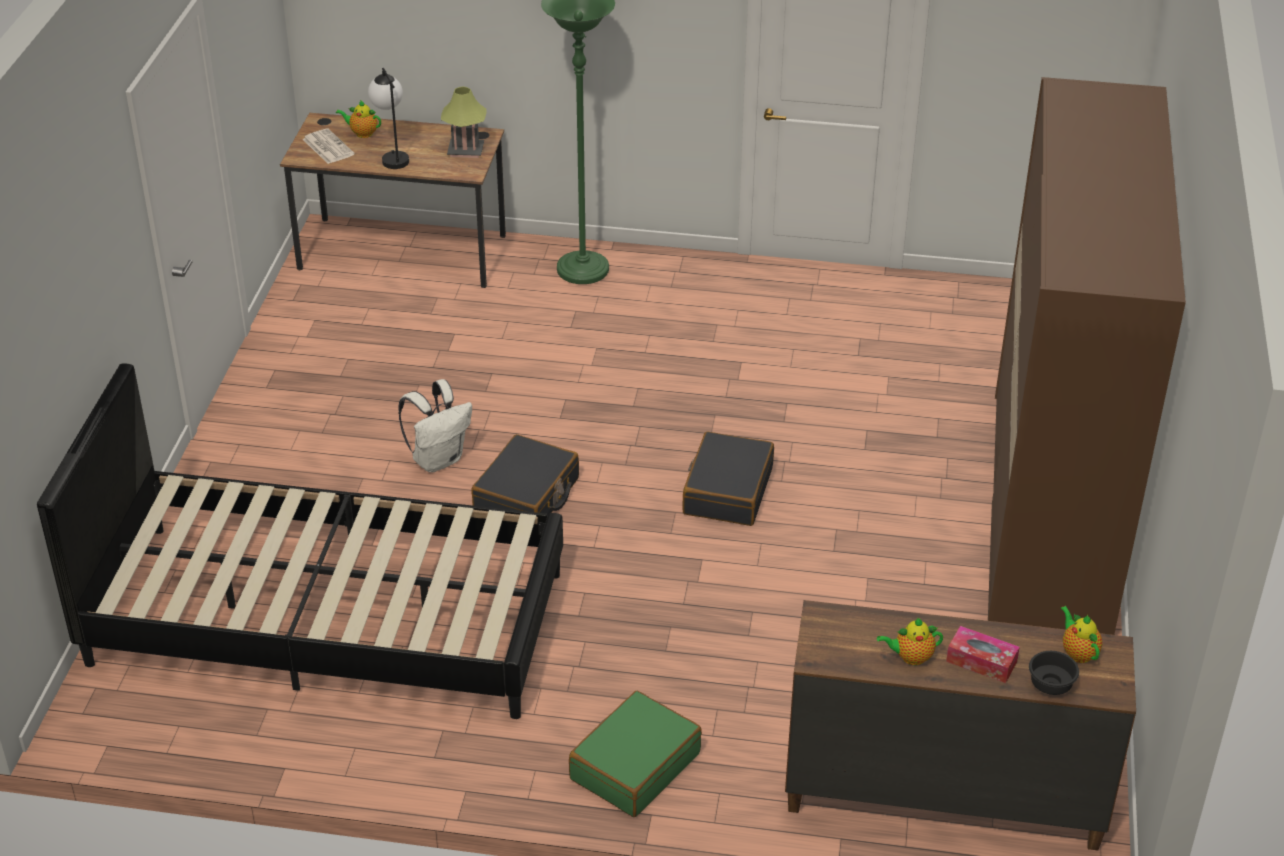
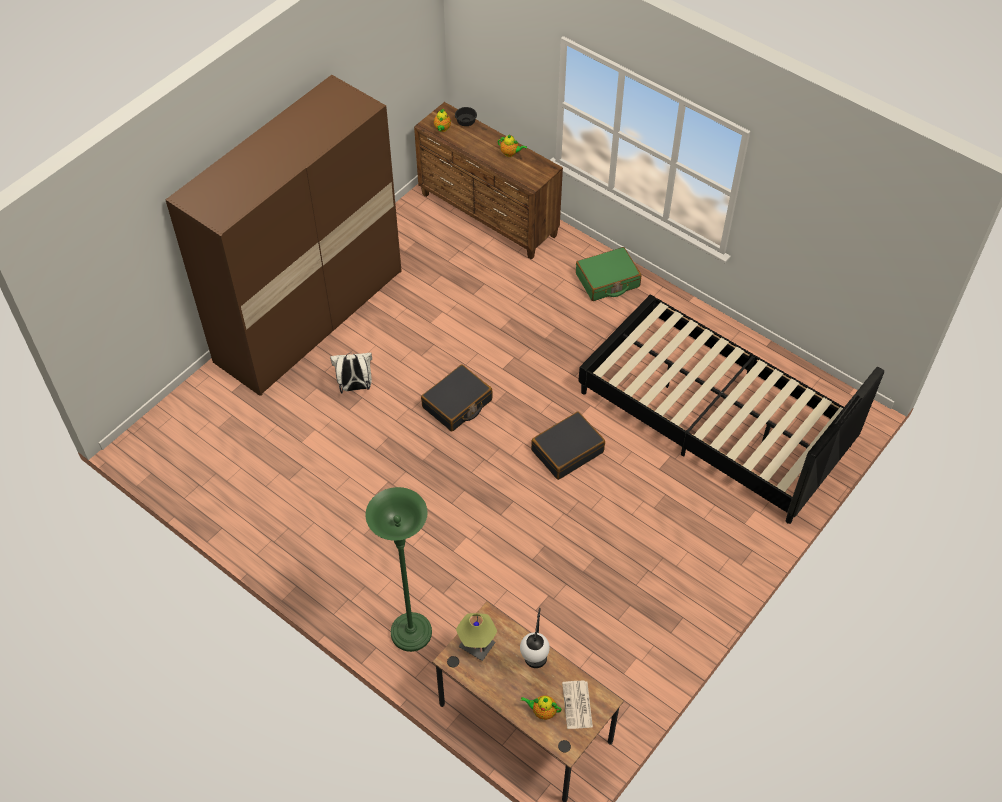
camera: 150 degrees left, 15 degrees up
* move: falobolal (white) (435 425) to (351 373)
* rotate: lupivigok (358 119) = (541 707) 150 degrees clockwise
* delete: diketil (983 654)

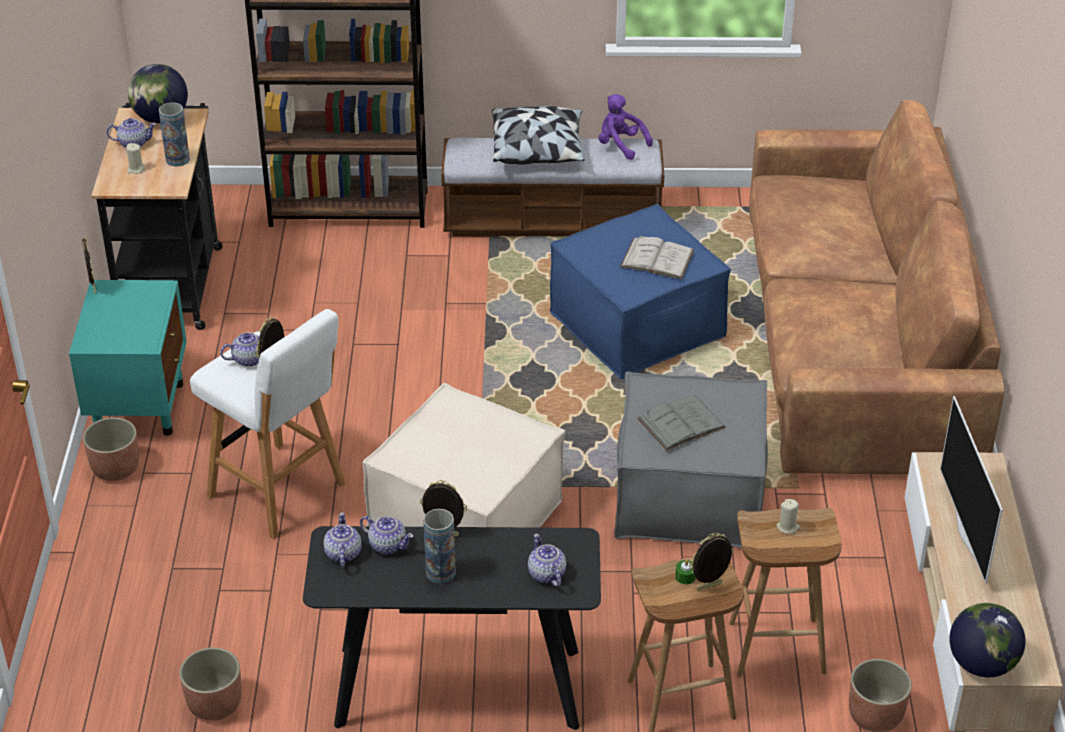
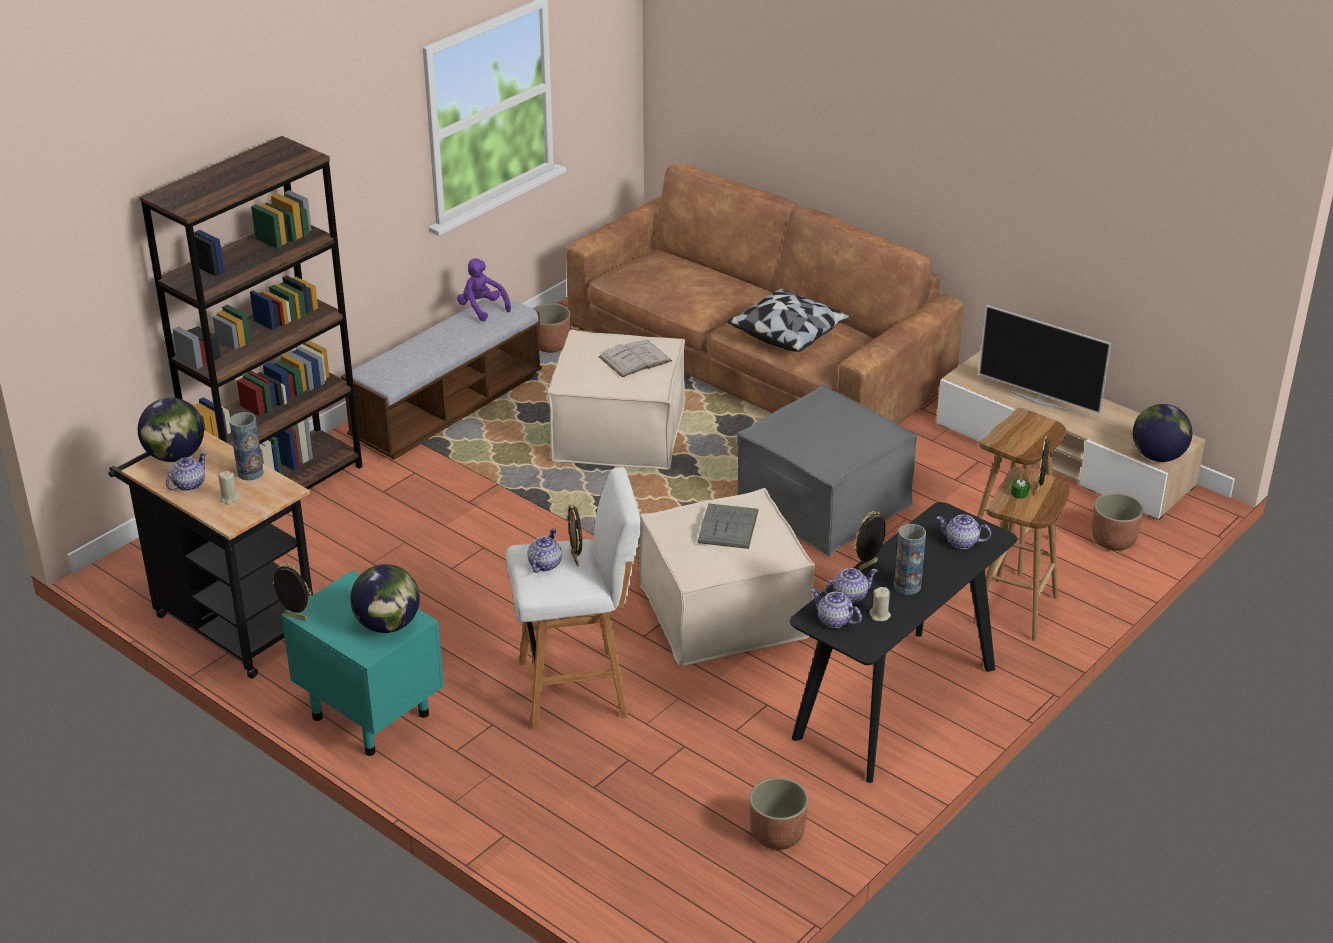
camera: 50 degrees left, 5 degrees down
* insert: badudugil (385 598)
* rotate: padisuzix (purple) (625 127) = (484 290) 60 degrees clockwise
* move: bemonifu (111 449) to (552 328)
* recolor: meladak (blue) (640 292) to meladak (beige) (616 400)
* move: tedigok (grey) (681 423) to (728 526)
* move: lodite (538 135) to (788 320)
* move: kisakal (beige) (788 516) to (880 604)

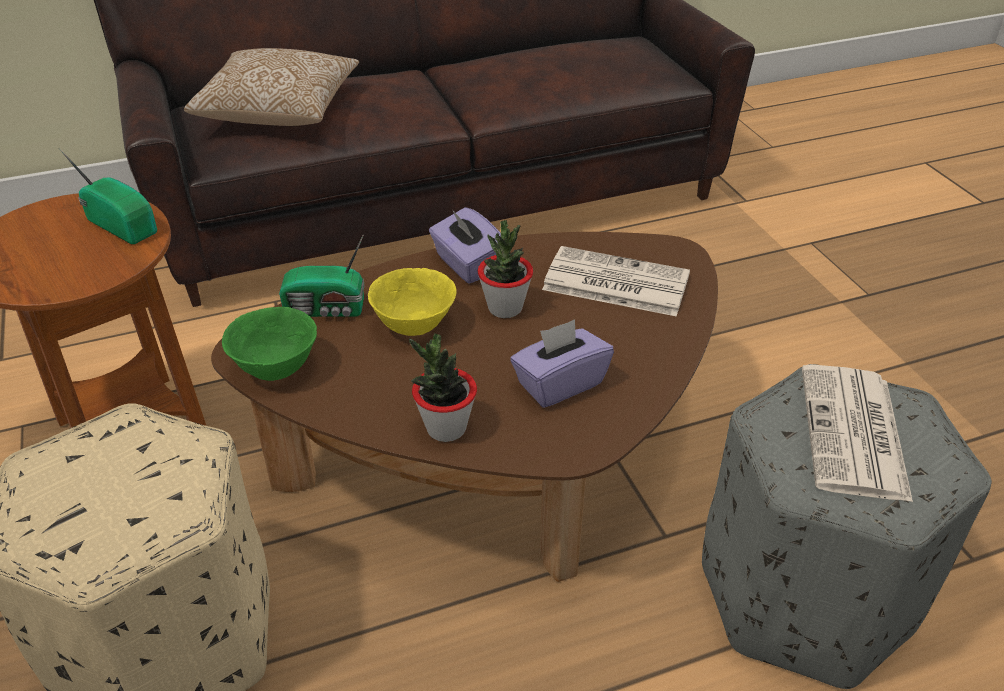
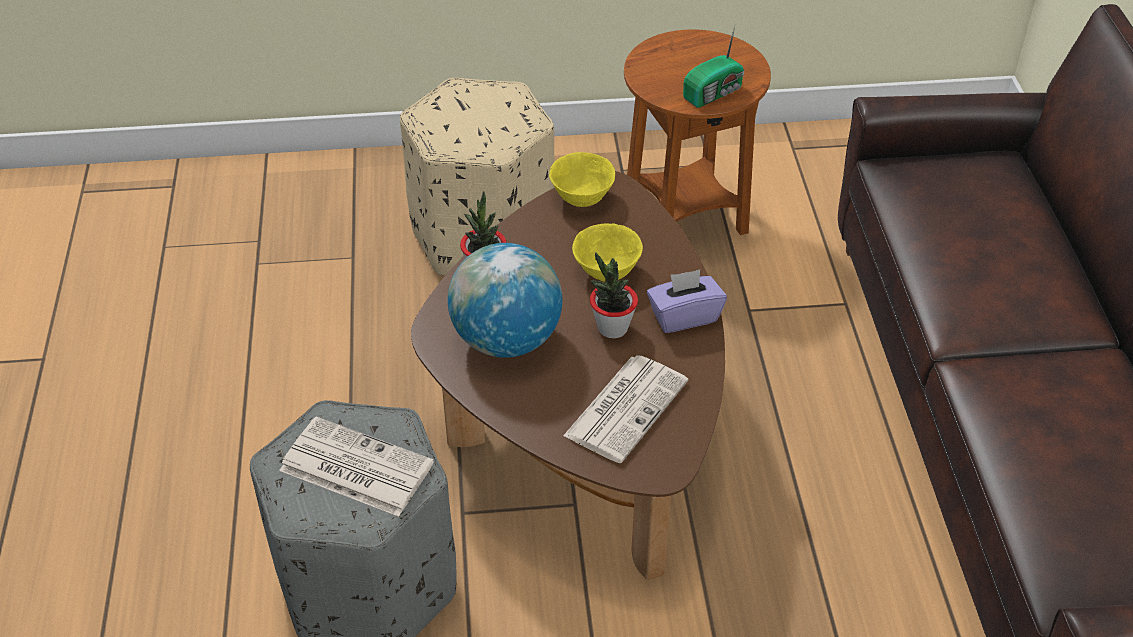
camera: 105 degrees right, 5 degrees up
* replace: diketil (purple) (562 363) to badudugil (505 300)
* recolor: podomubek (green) (269 344) to podomubek (yellow) (582 179)
* delete: lodite (271 87)
* delete: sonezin (322 275)

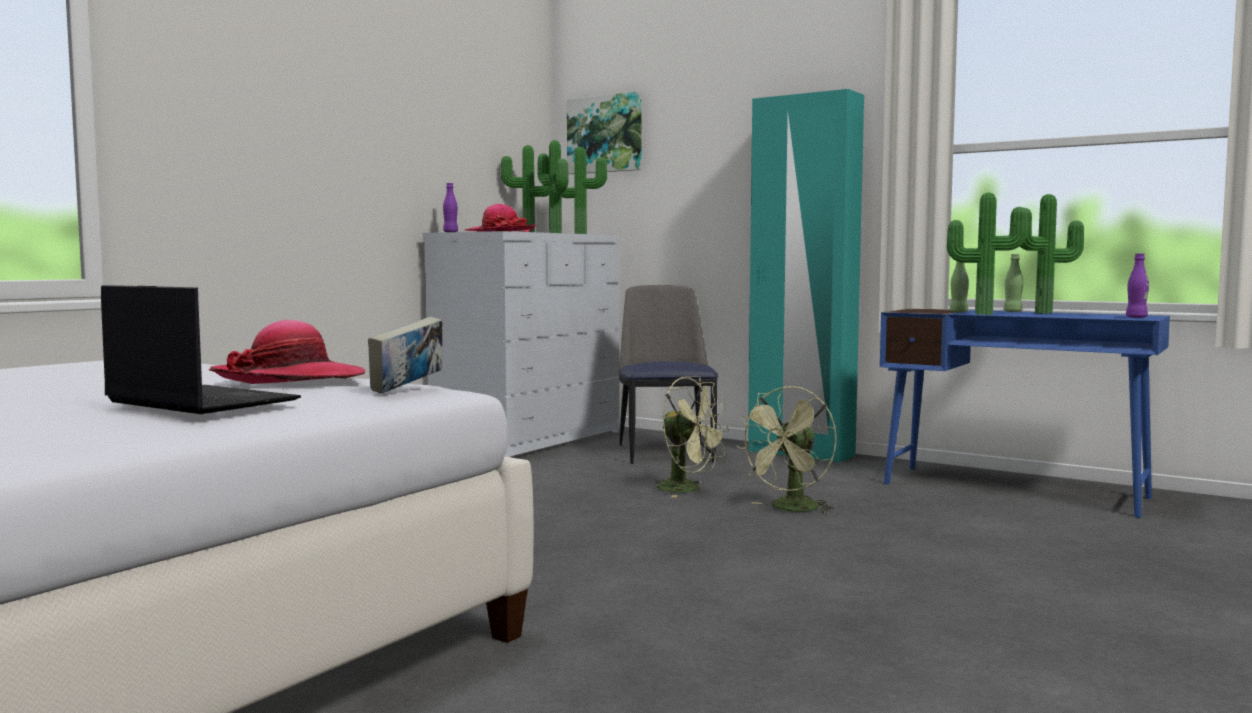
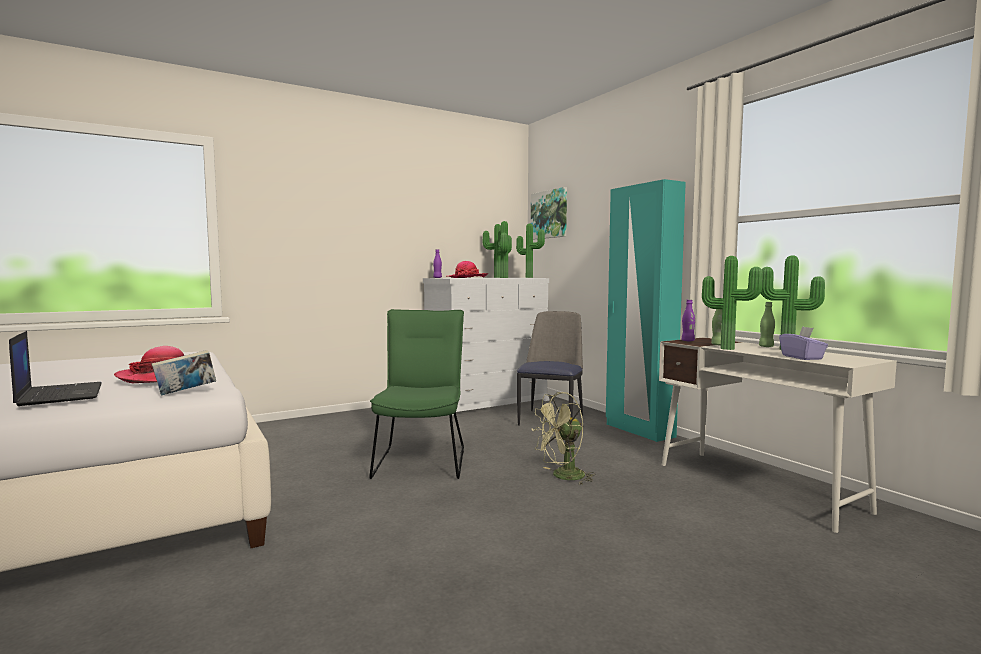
camera: 25 degrees right, 0 degrees up
* insert: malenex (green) (416 394)
* recolor: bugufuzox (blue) (1025 413) to bugufuzox (white) (778 435)
* move: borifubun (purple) (1137 286) to (688 320)
* insert: diketil (purple) (803 343)
* delete: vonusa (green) (692 437)

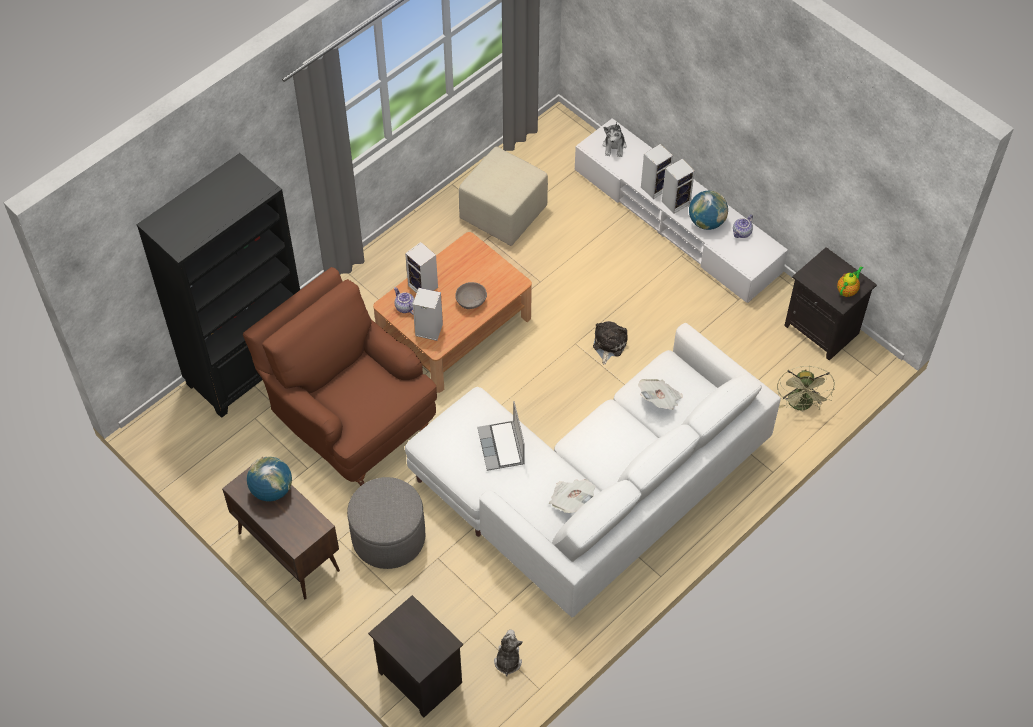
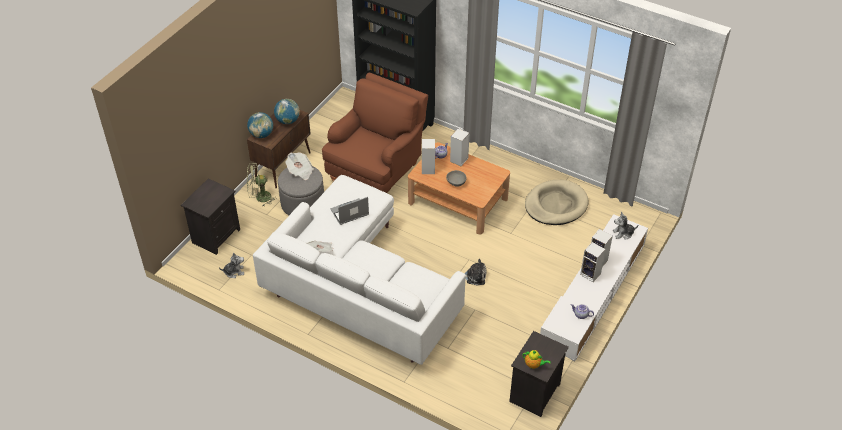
camera: 75 degrees right, 10 degrees down
* move: badudugil (708 210) to (260 125)
* move: vonusa (green) (806 389) to (261 185)
* move: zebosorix (660 394) to (299 166)
* replace: meladak (beige) (503 196) to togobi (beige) (557 202)

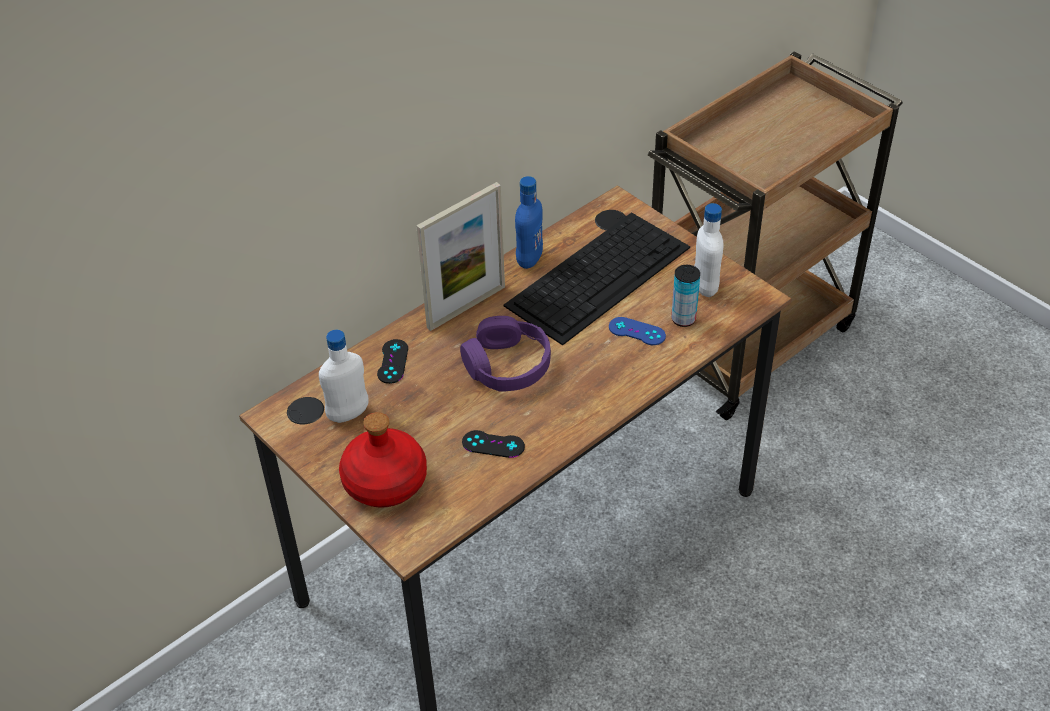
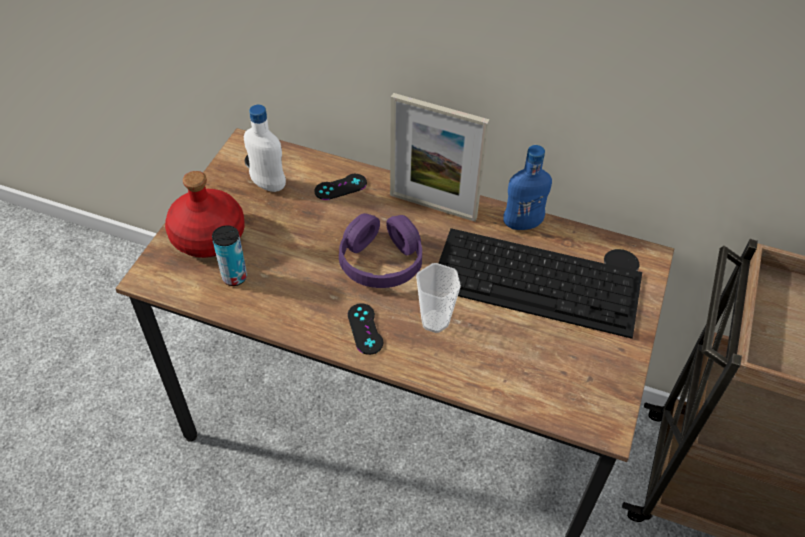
camera: 60 degrees right, 5 degrees up
* move: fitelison (685 296) to (229 255)
* move: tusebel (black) (493 444) to (365 329)
* insert: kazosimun (438 298)
* delete: tusebel (blue) (637 331)
* delete: borifubun (white) (709 250)

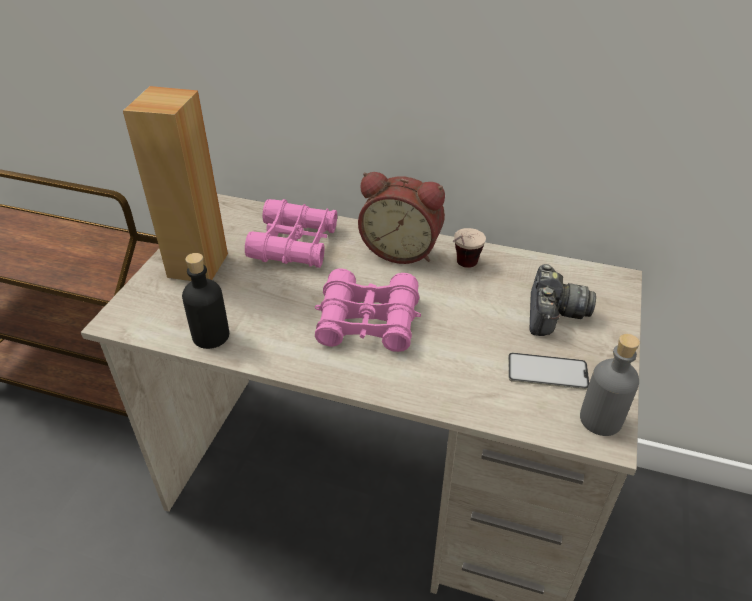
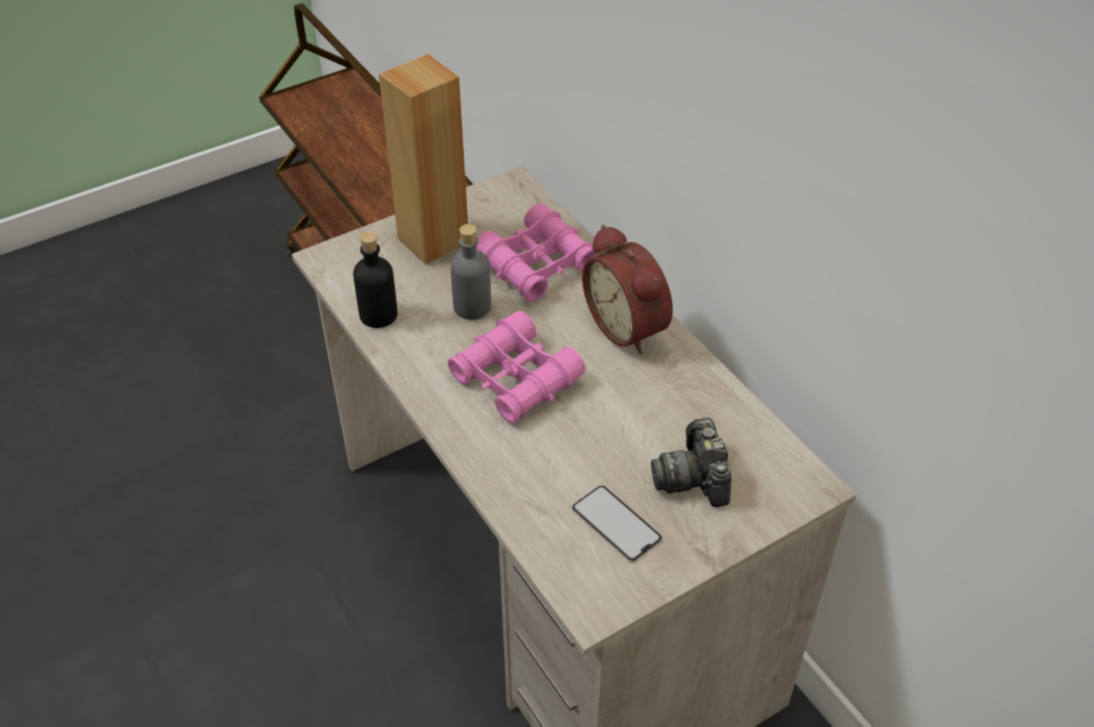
camera: 40 degrees right, 5 degrees up
* move: borifubun (grey) (610 385) to (470 272)
* rotate: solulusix (562 300) = (691 462) 120 degrees clockwise
* delete: kazosimun (469 248)

